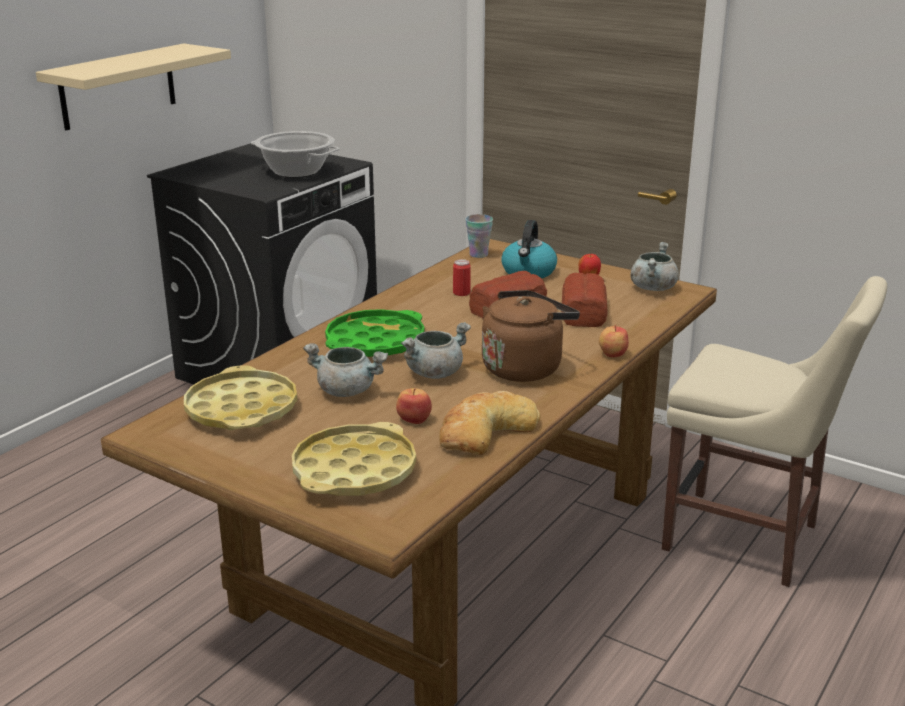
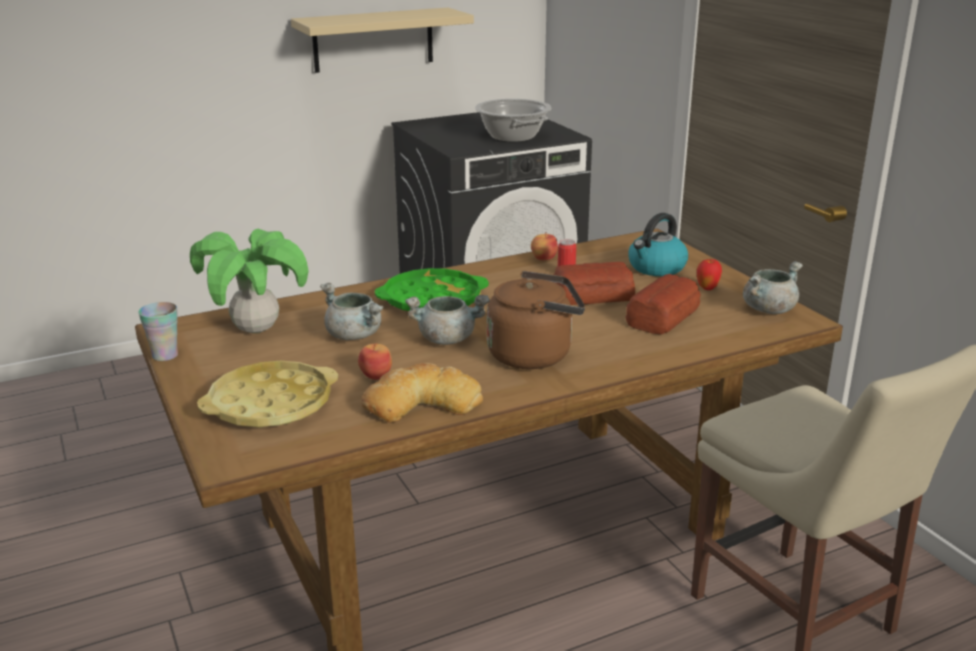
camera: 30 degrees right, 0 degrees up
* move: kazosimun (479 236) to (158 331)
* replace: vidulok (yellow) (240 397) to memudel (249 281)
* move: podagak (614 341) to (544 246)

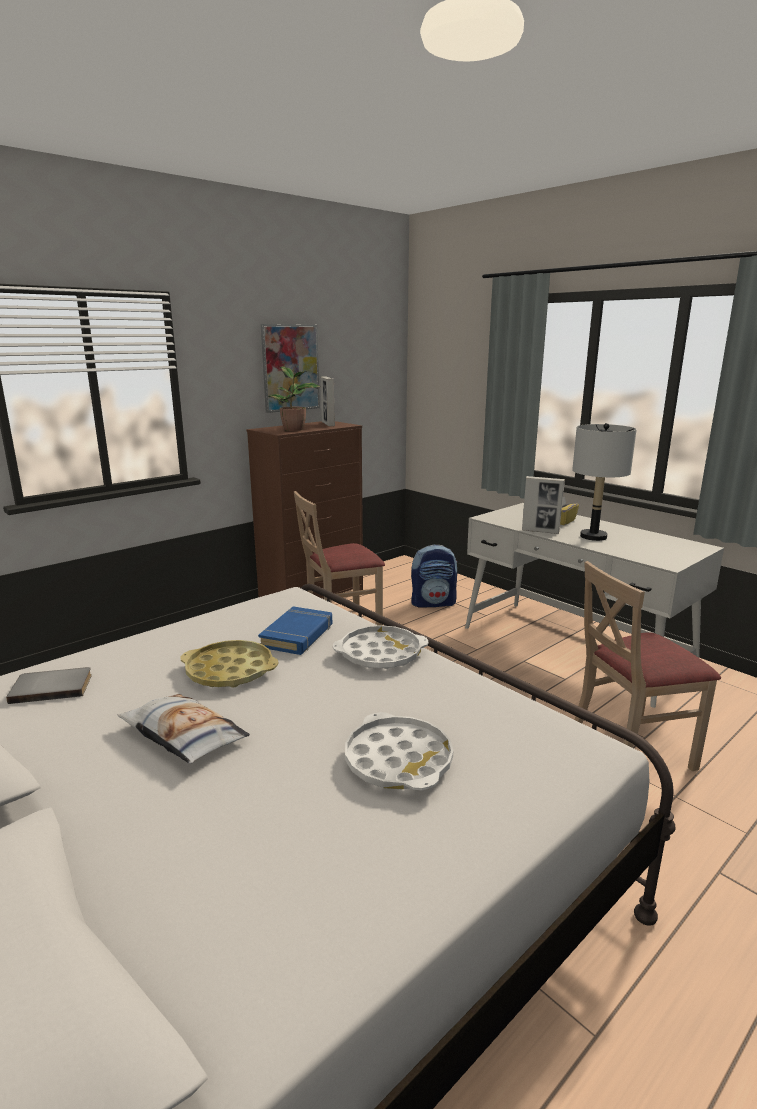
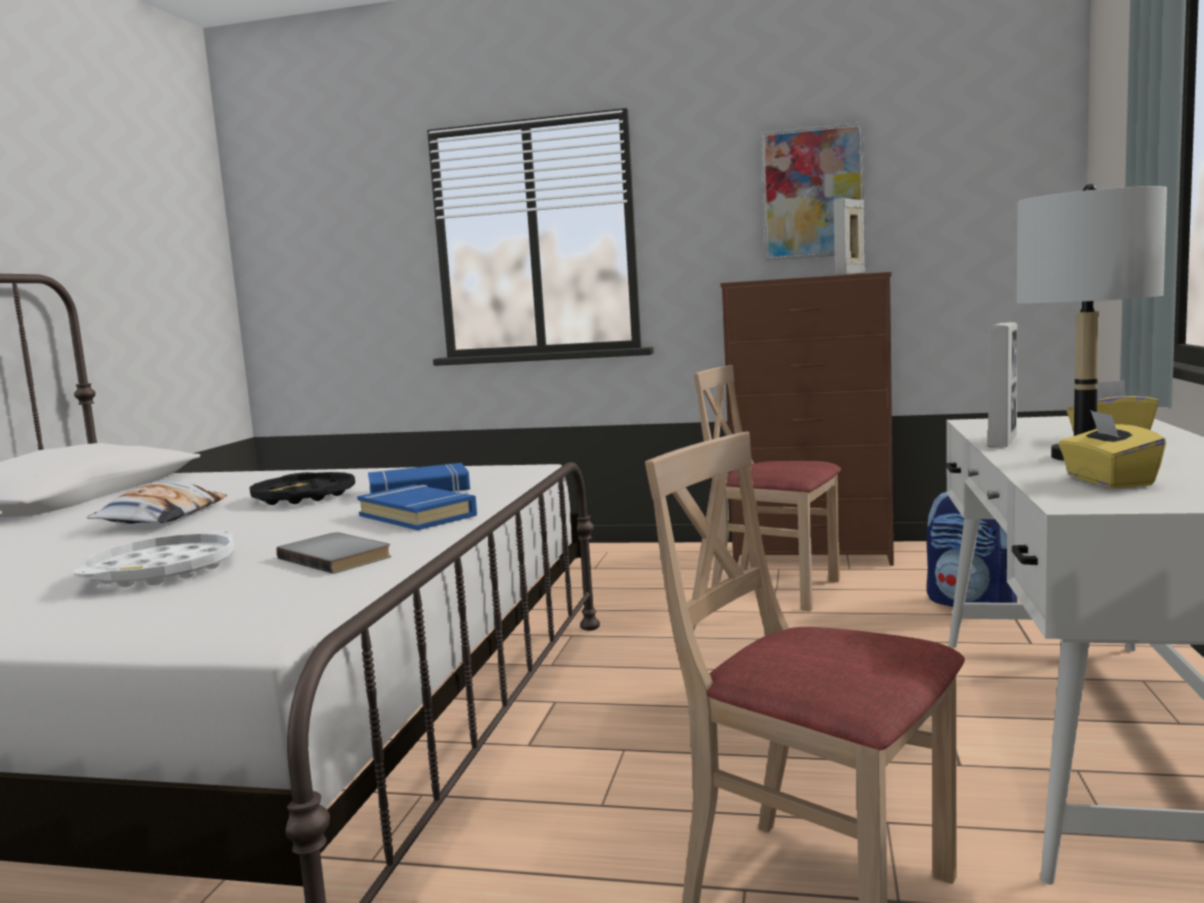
camera: 55 degrees right, 10 degrees down
* recolor: vidulok (yellow) (229 663) to vidulok (black) (302 488)
* move: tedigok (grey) (49 685) to (333 553)
* replace: vidulok (white) (381 647) to tedigok (blue) (417 507)
* rotate: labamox (543 505) = (1002 385) 135 degrees counterclockwise
* insert: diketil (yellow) (1112 449)
* delete: memudel (294 398)

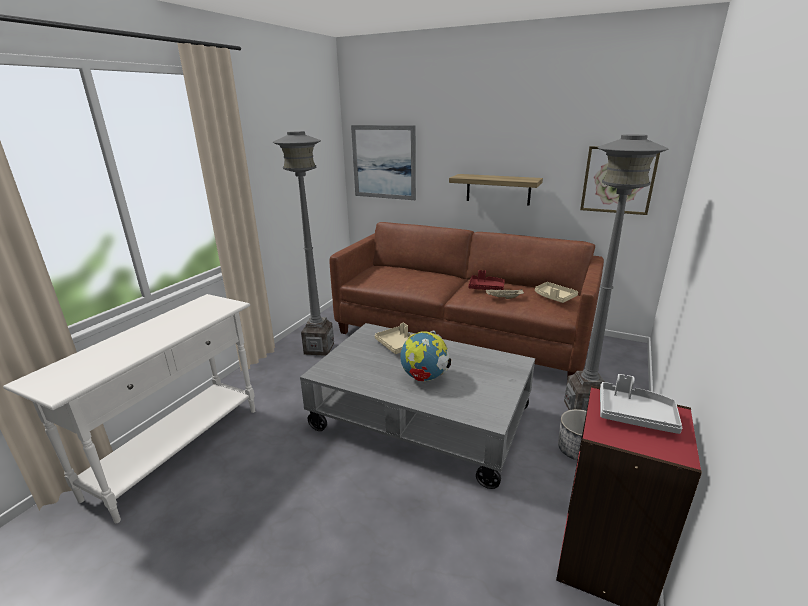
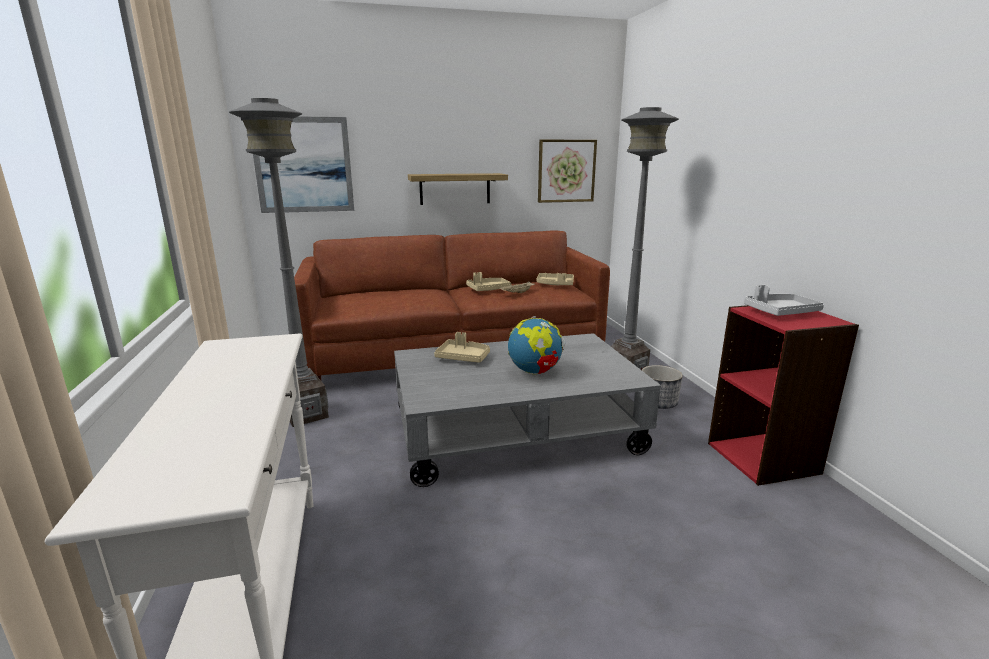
camera: 40 degrees left, 5 degrees down
* recolor: vidulok (red) (486 280) to vidulok (beige) (489 281)

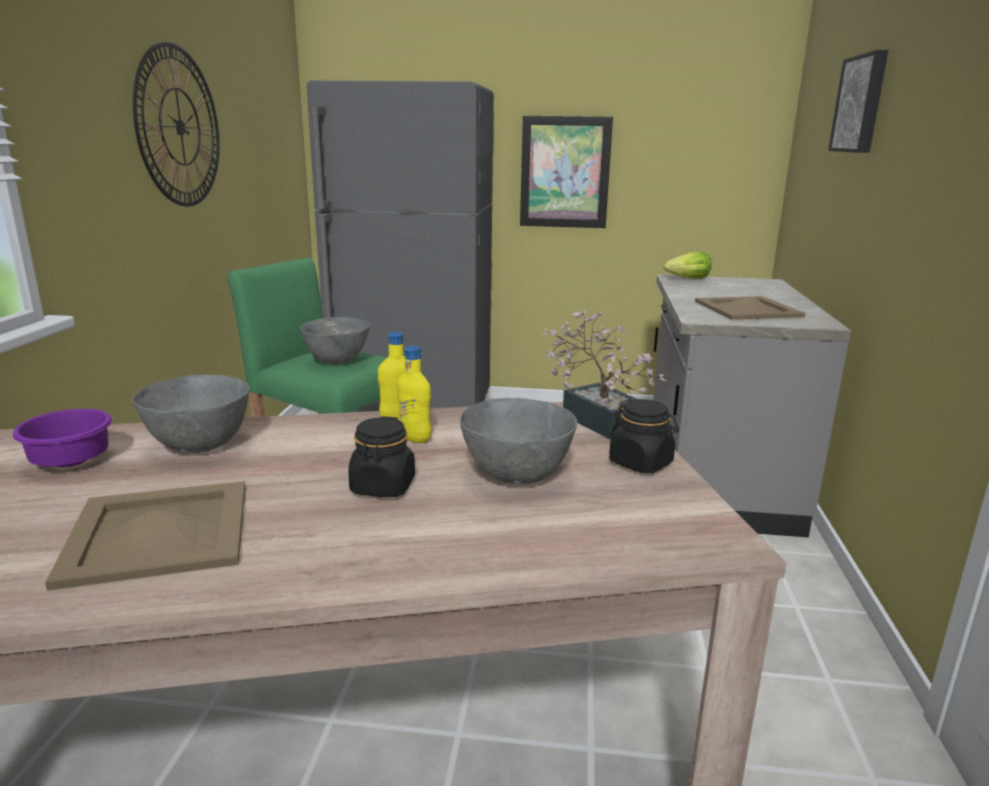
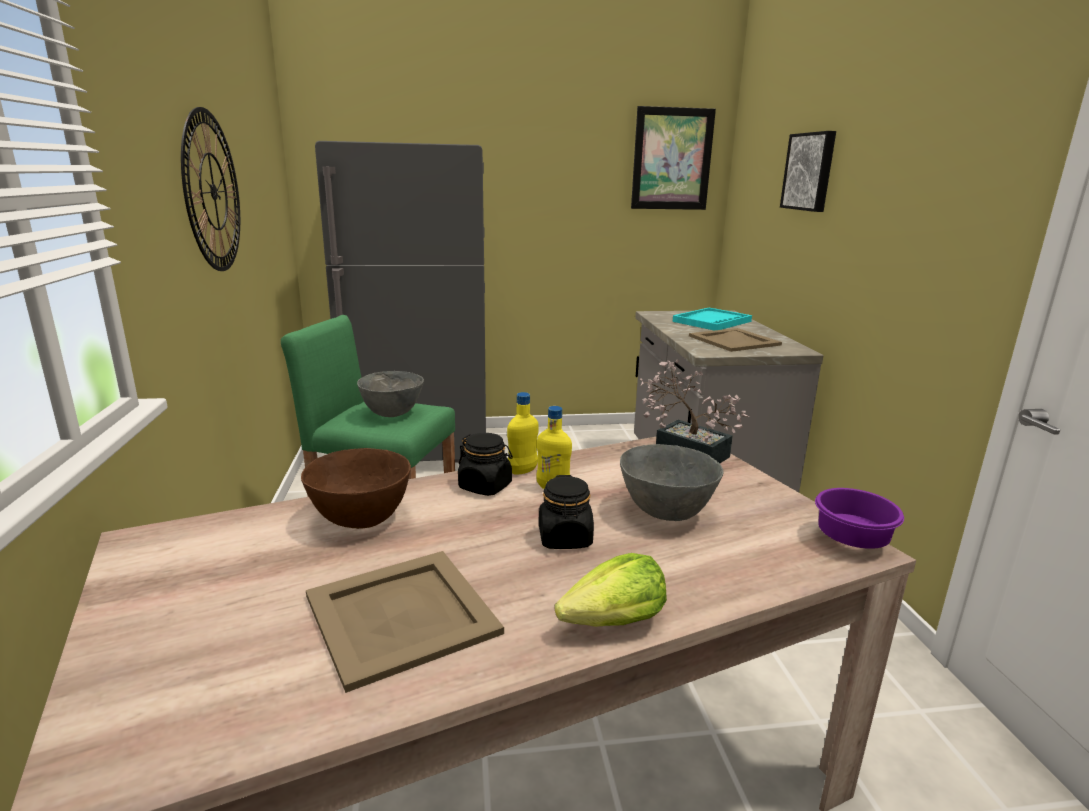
camera: 15 degrees left, 0 degrees up
* recolor: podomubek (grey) (191 413) to podomubek (brown) (356 488)
* move: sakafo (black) (644 436) to (485 464)
* move: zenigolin (687 265) to (611 590)
* move: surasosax (566 172) to (673 158)
* insert: vidulok (turquoise) (712 319)
* move: podomubek (purple) (62 438) to (859 518)

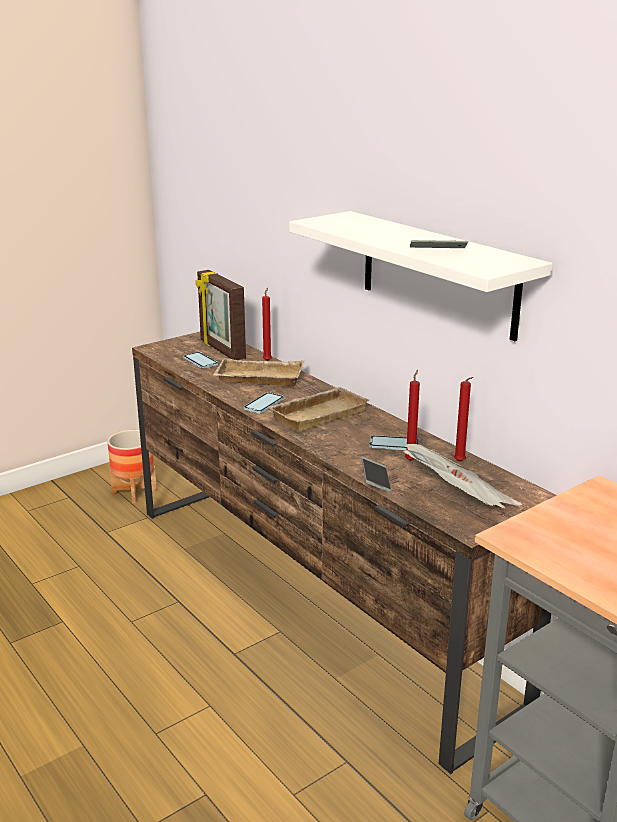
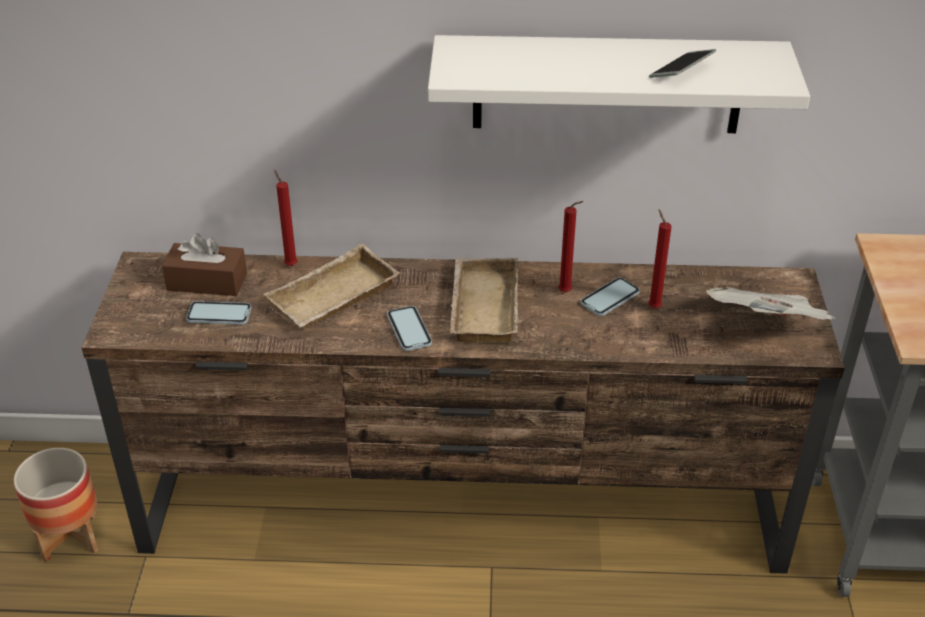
camera: 50 degrees left, 15 degrees up
* replace: labamox (220 315) to diketil (brown) (204 264)
* move: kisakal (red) (463 419) to (571 246)
* delete: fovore (376 474)

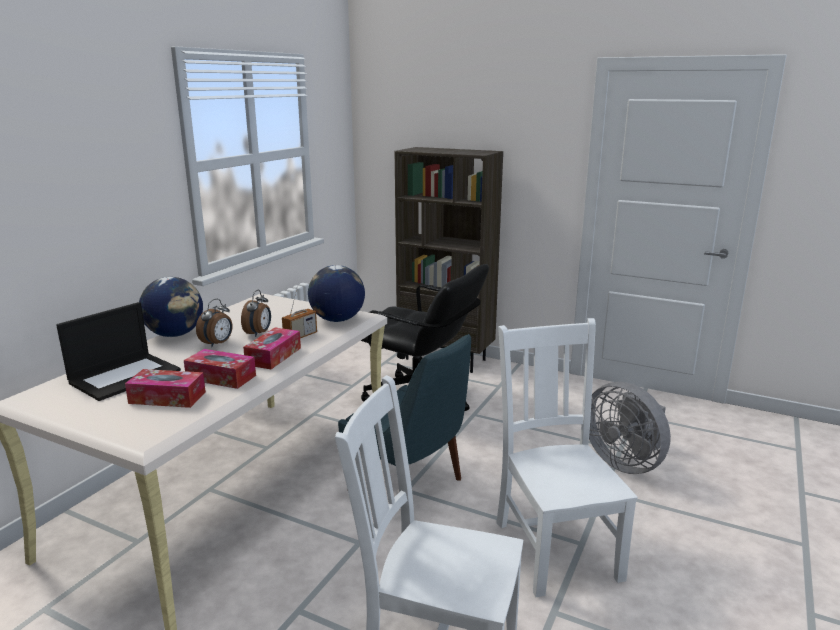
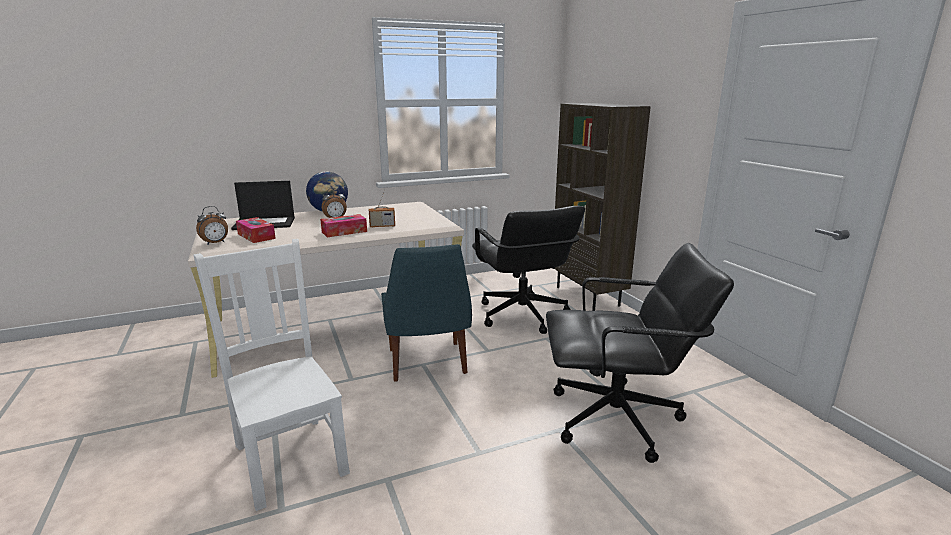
camera: 40 degrees right, 0 degrees up
* move: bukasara (256 313) to (212 225)
* replace: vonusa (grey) (630 428) to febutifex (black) (640 353)
* delete: diketil (220 369)
* delete: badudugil (336 293)
* delete: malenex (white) (567 457)

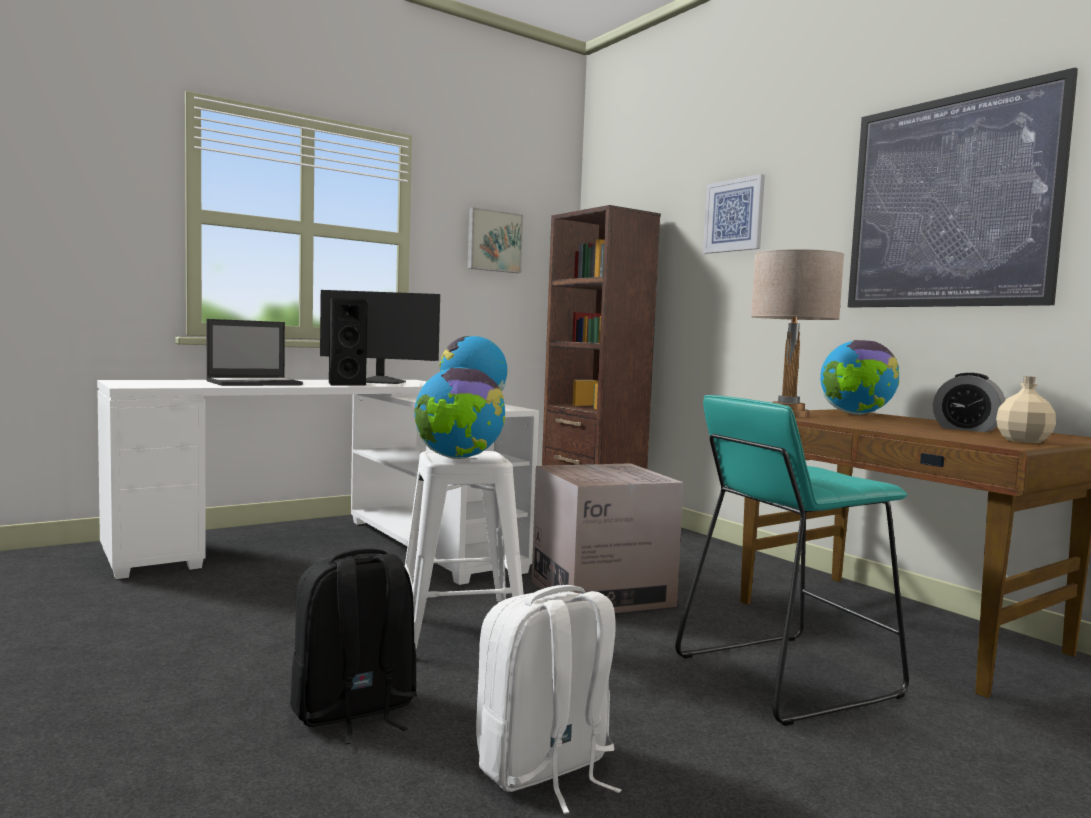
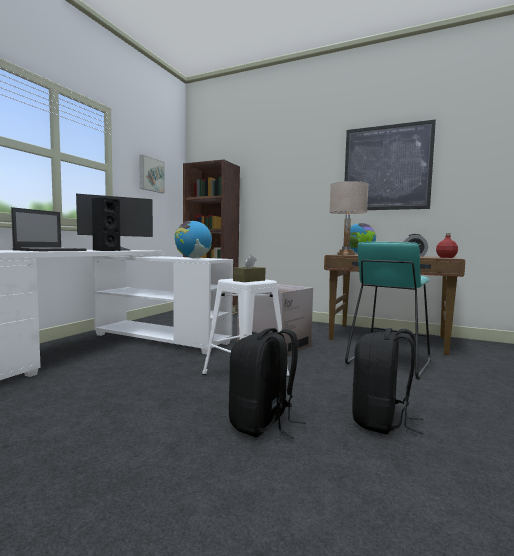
camera: 30 degrees left, 0 degrees up
* replace: badudugil (460 413) to diketil (brown) (249 268)
* recolor: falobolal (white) (549 699) to falobolal (black) (388 381)
* recolor: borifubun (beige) (1026 409) to borifubun (red) (447 245)
* delete: surasosax (734 214)

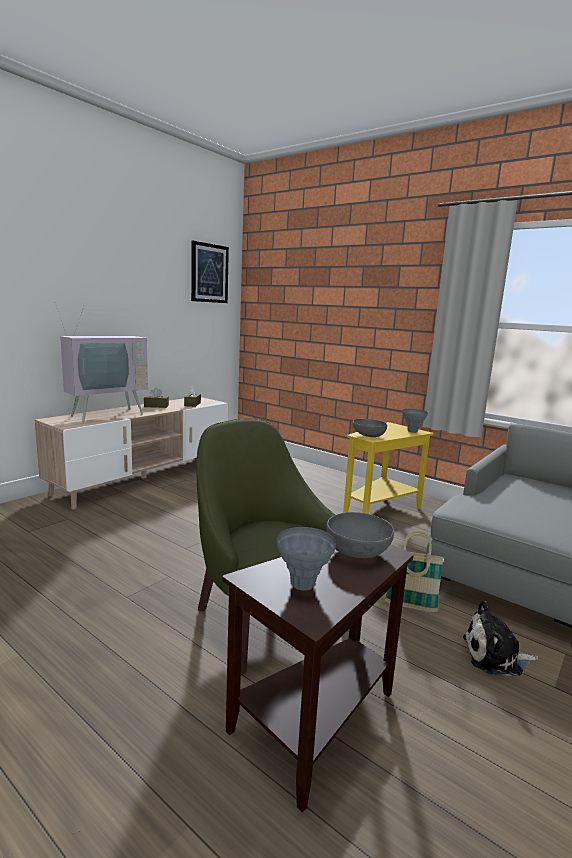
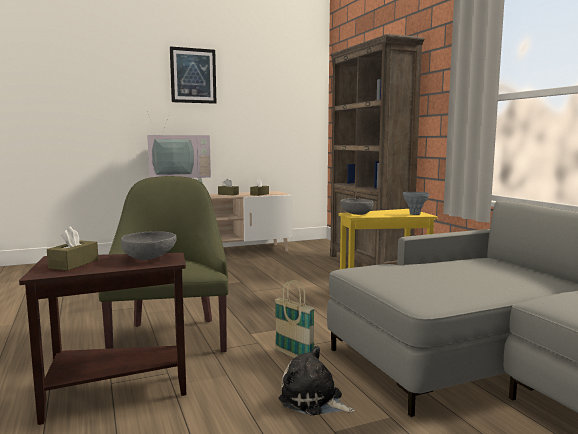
camera: 30 degrees right, 5 degrees down
* replace: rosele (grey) (306 559) to diketil (brown) (73 249)
* move: surasosax (210 272) to (193 75)
* insert: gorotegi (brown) (377 150)

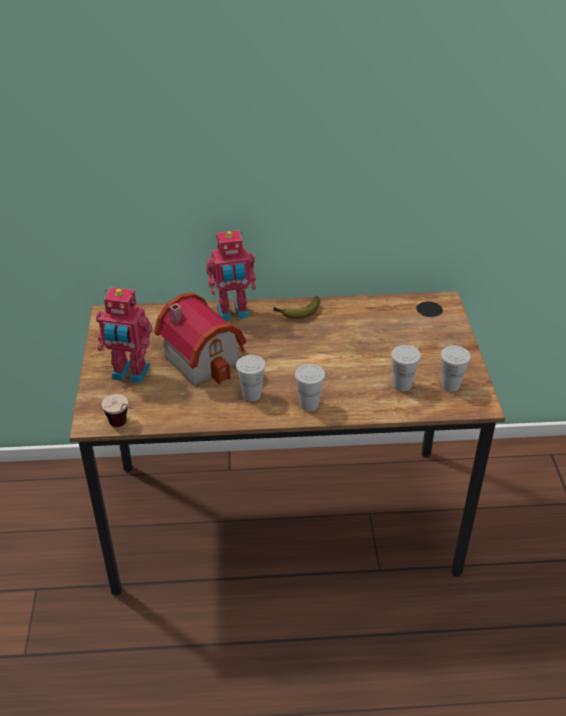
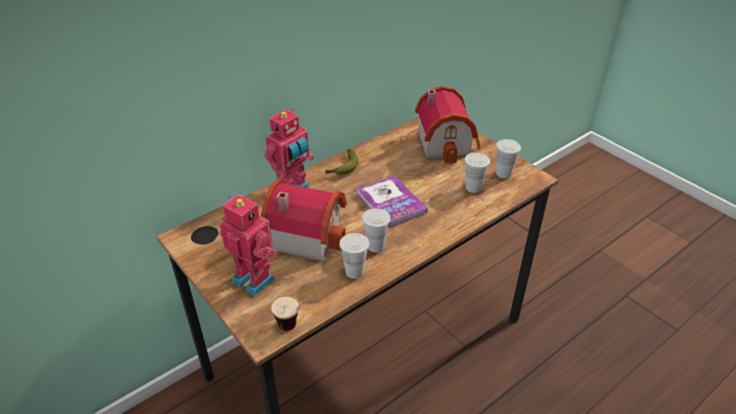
camera: 35 degrees left, 0 degrees up
* rotate: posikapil (124 335) = (248 245) 120 degrees counterclockwise
* move: kazosimun (white) (310 387) to (354 256)
* insert: tedigok (392 201)
* insert: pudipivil (448 125)

